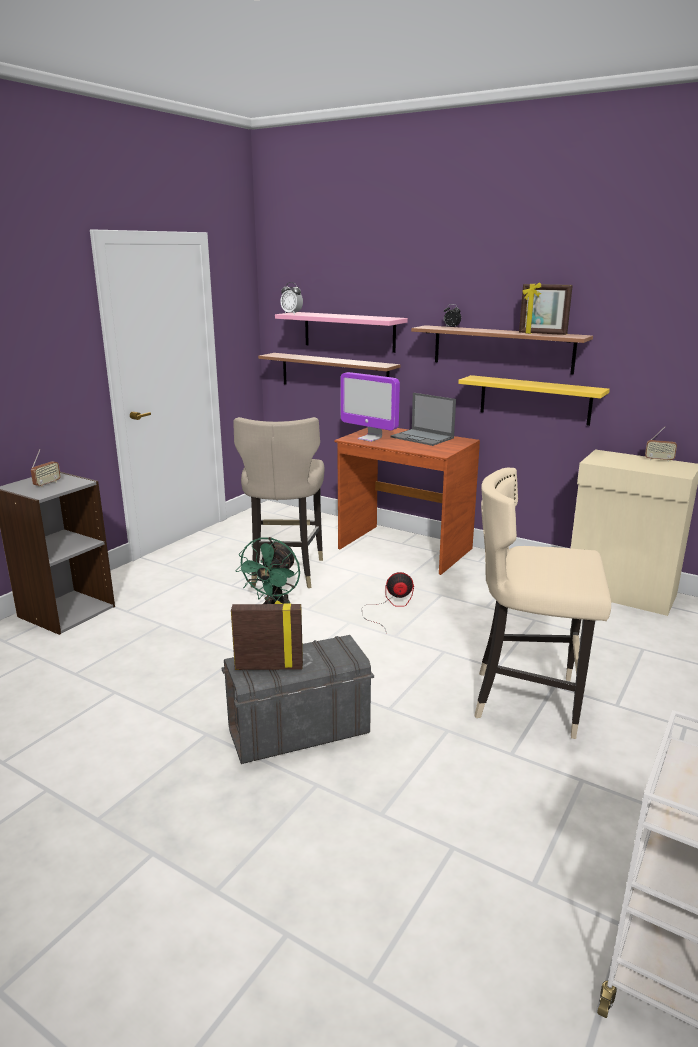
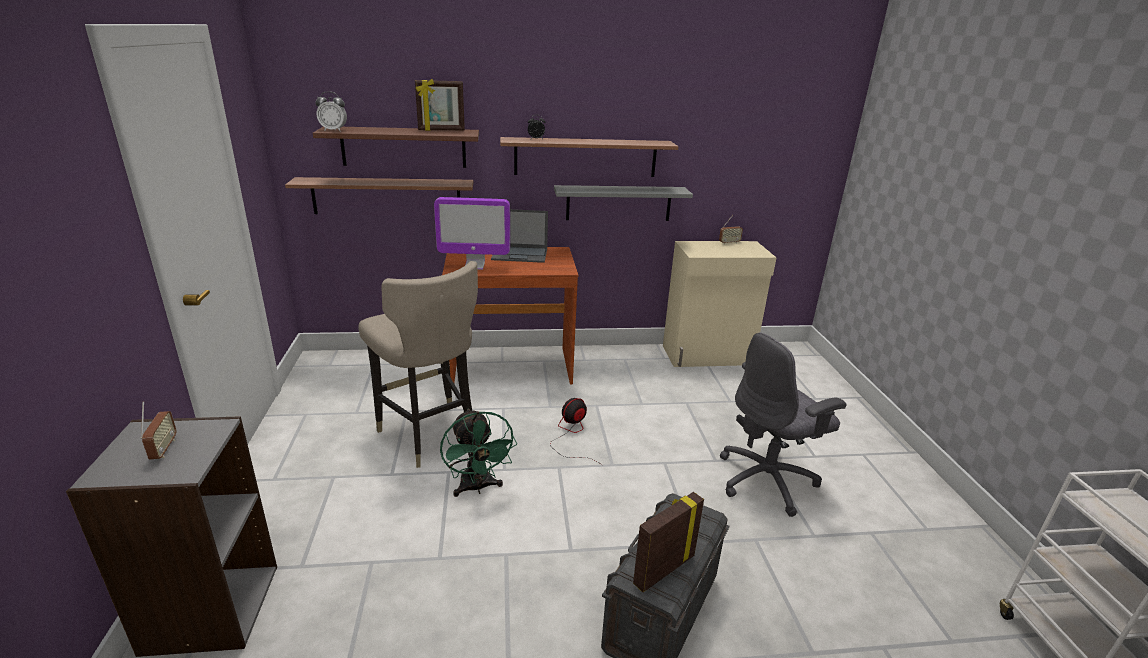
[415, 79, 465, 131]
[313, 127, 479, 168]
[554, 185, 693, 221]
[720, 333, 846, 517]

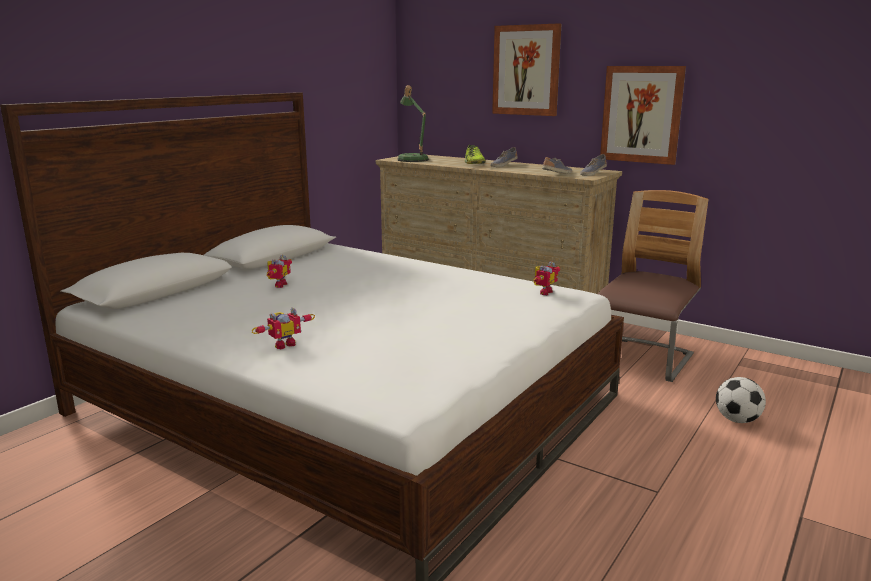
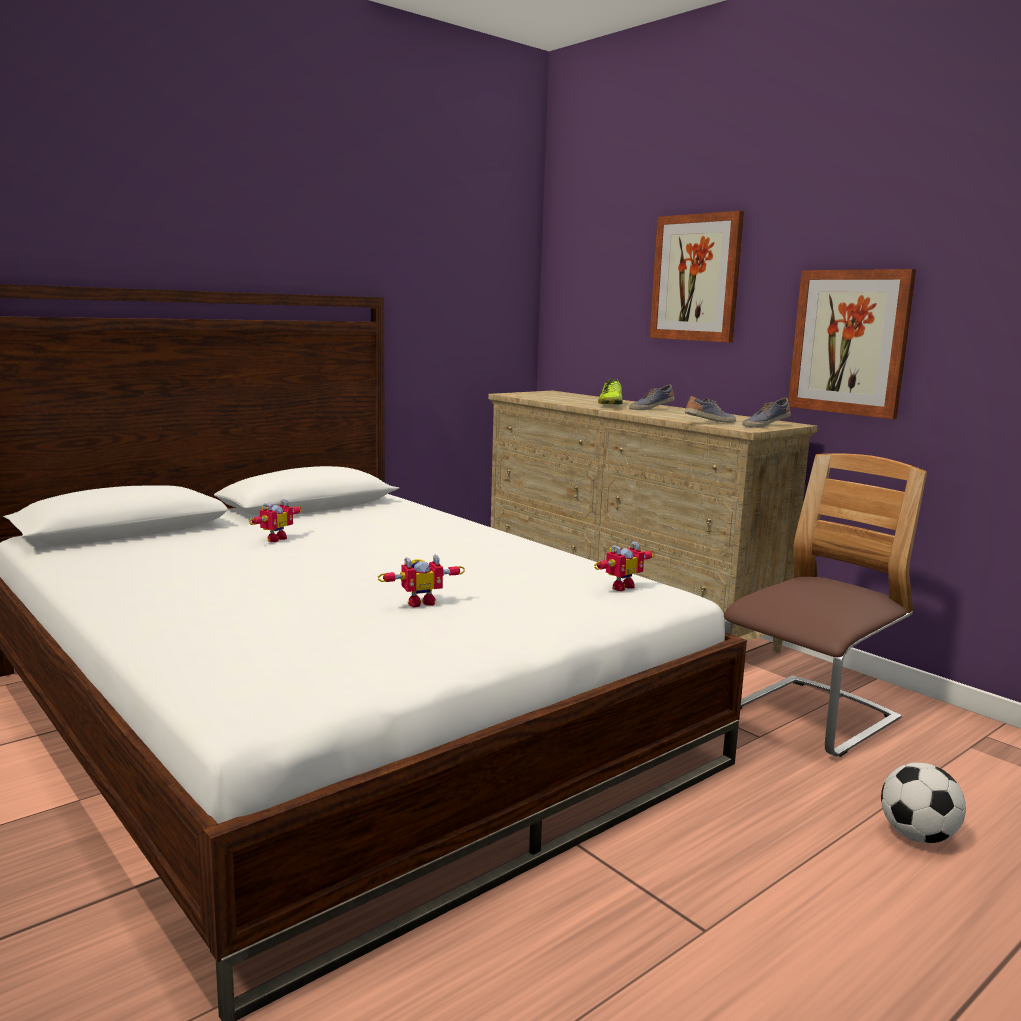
[397, 85, 429, 162] (first image)
[378, 555, 465, 607]

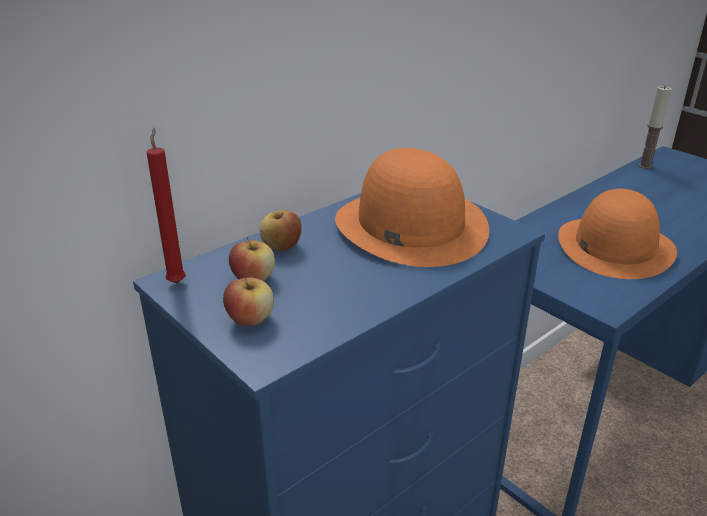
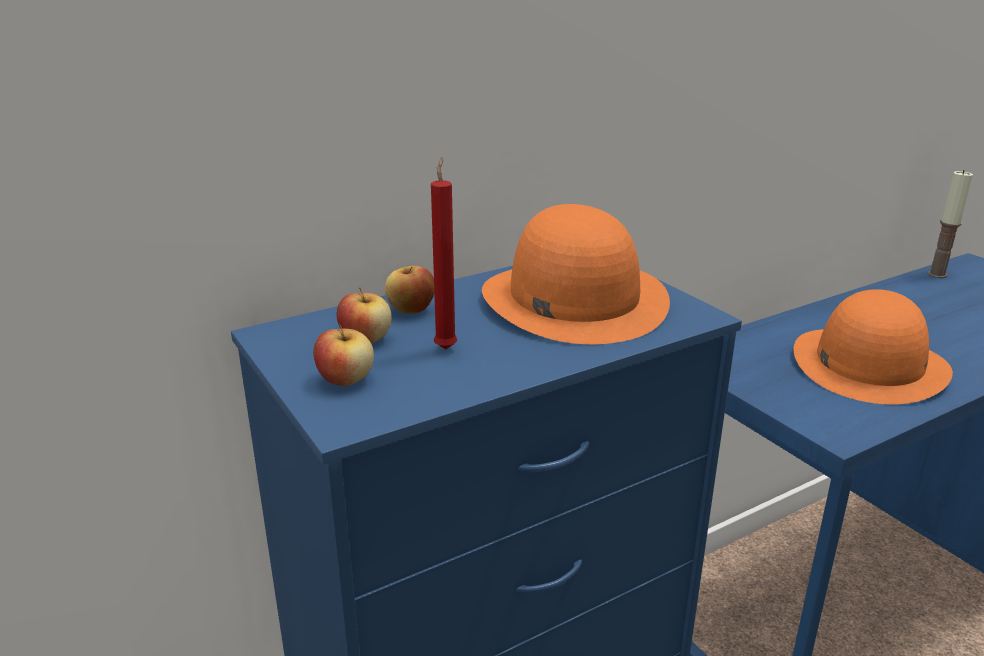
[431, 157, 457, 349]

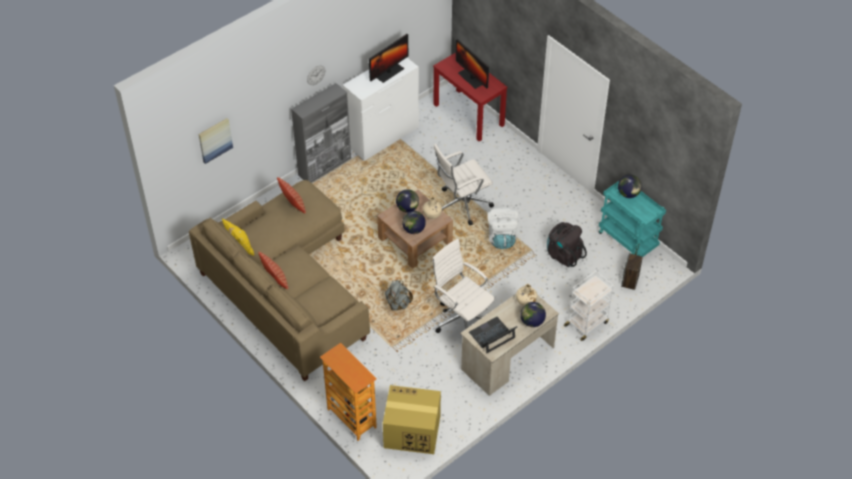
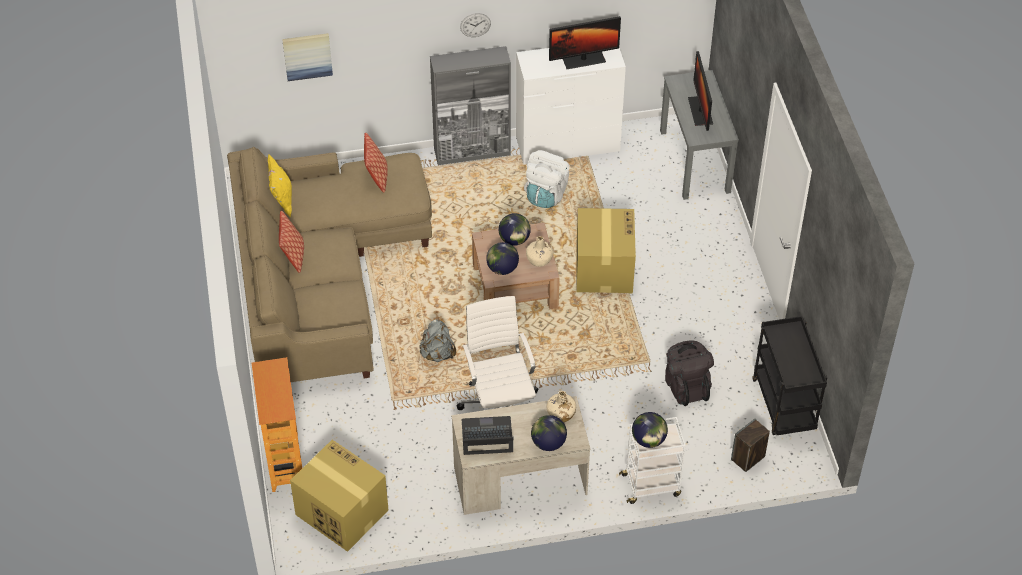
[660, 70, 739, 200]
[576, 208, 636, 294]
[632, 412, 668, 448]
[752, 316, 827, 435]
[524, 150, 570, 208]

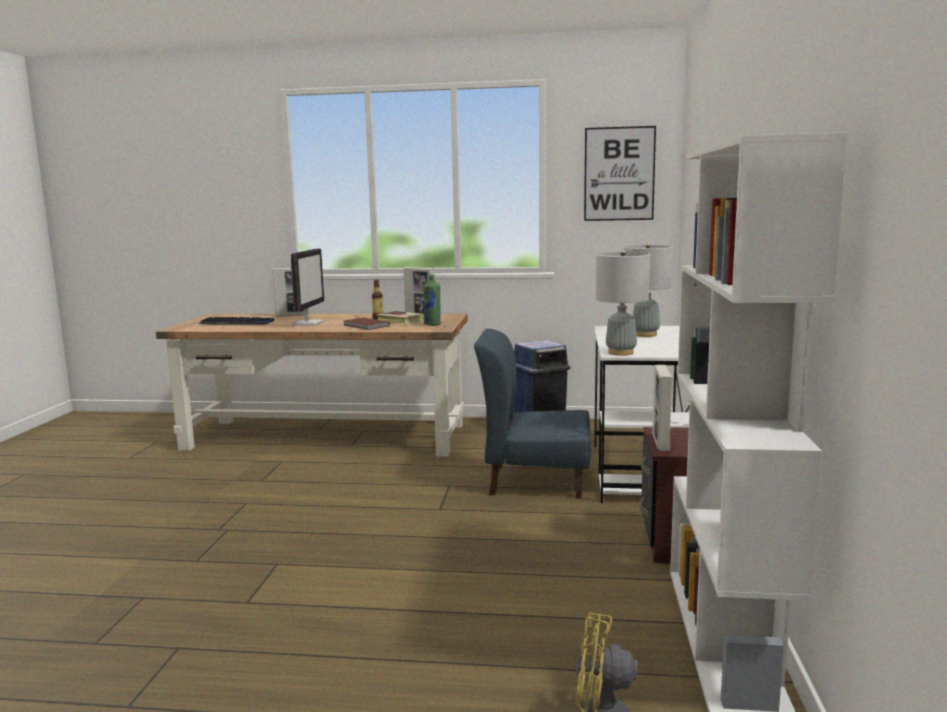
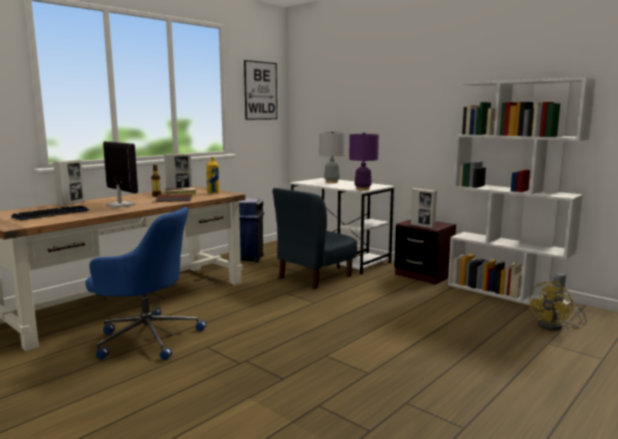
[349, 132, 379, 191]
[206, 157, 219, 194]
[86, 207, 206, 360]

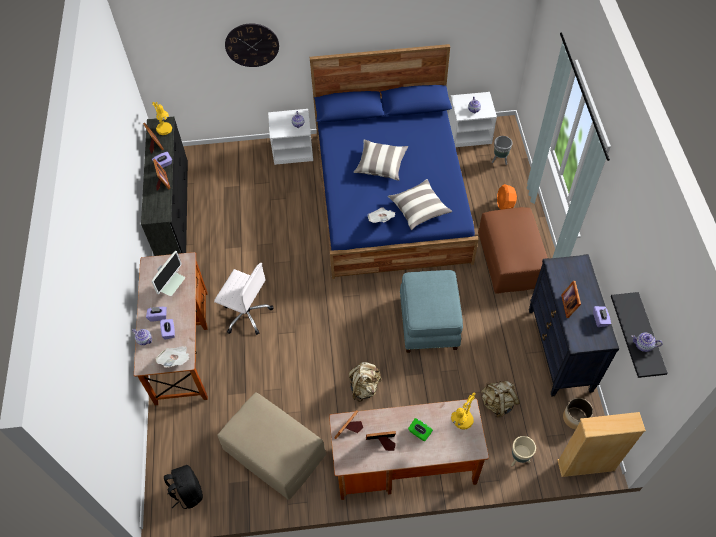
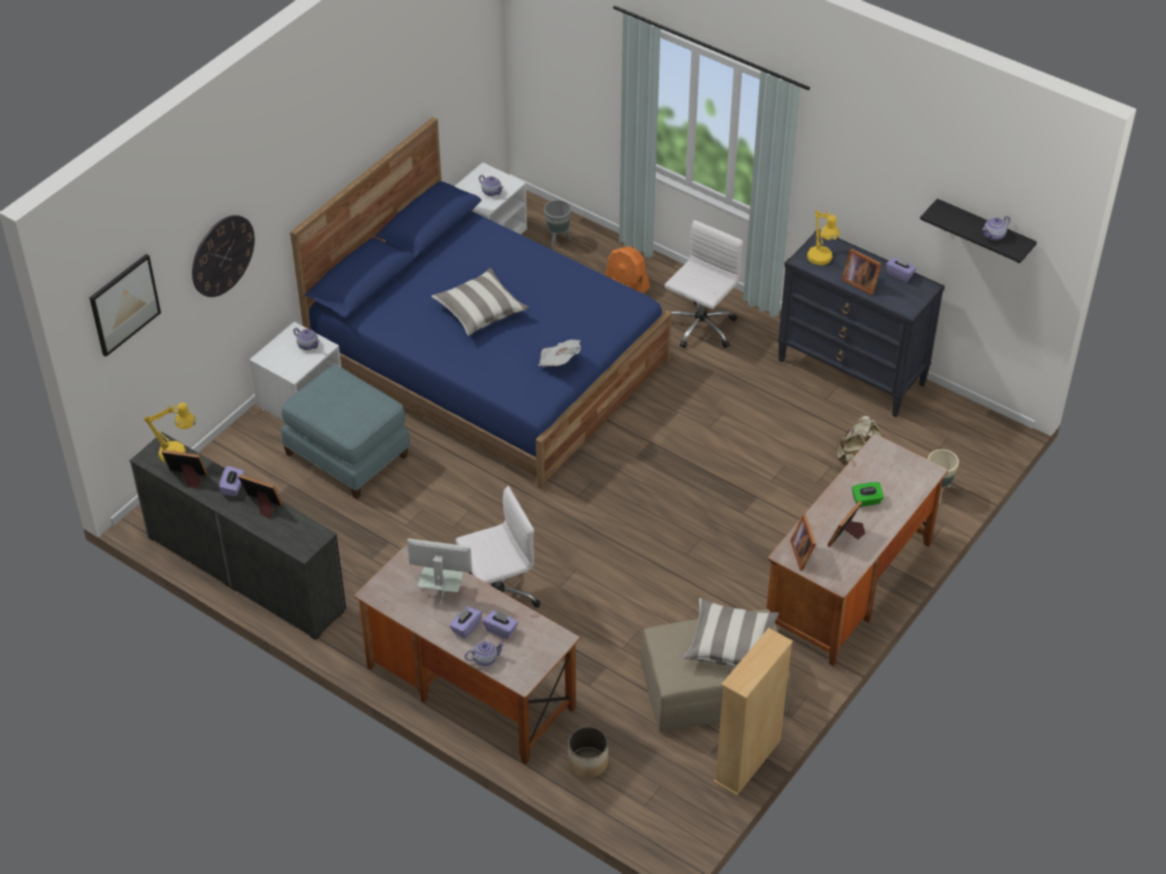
[683, 598, 779, 668]
[664, 220, 743, 348]
[407, 539, 472, 602]
[281, 365, 410, 499]
[156, 346, 190, 368] (first image)
[349, 362, 381, 402] (first image)
[807, 210, 840, 265]
[568, 726, 608, 778]
[713, 628, 793, 796]
[164, 465, 203, 509] (first image)
[89, 254, 161, 357]

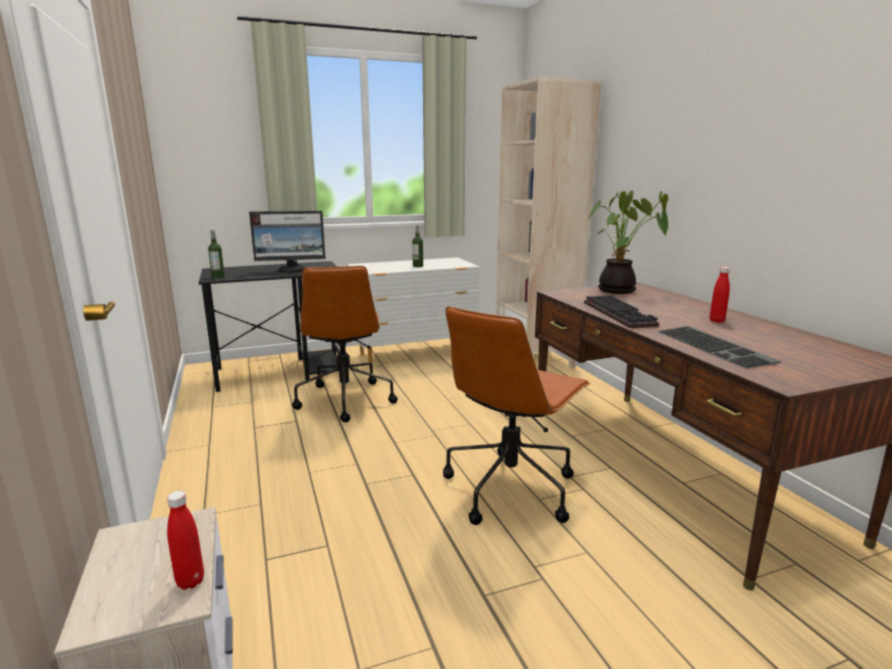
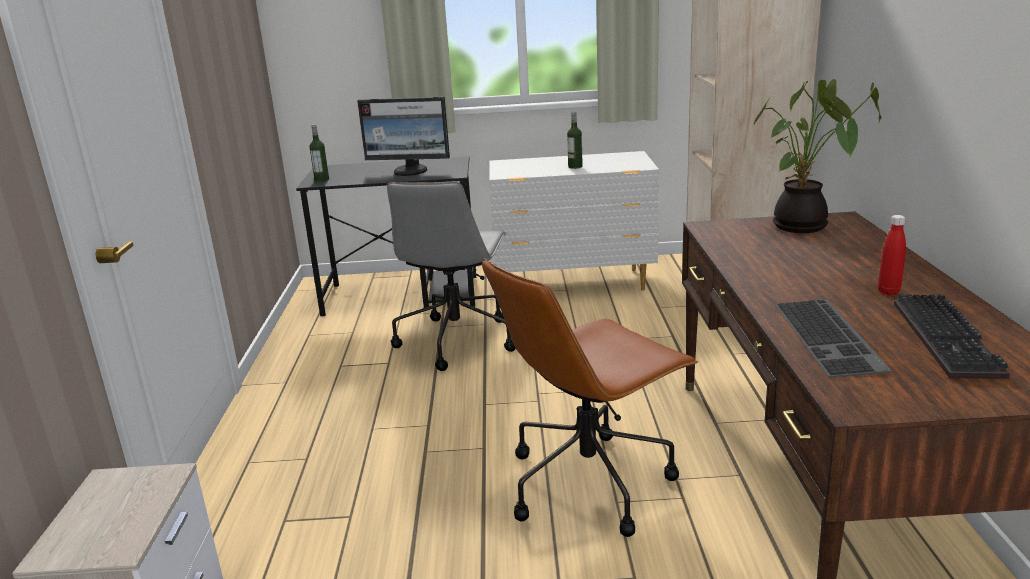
[387, 181, 516, 371]
[894, 294, 1010, 379]
[167, 491, 204, 590] (first image)

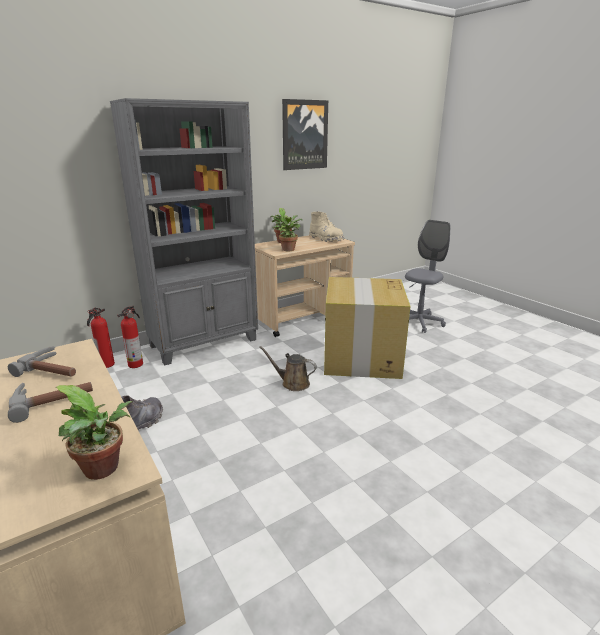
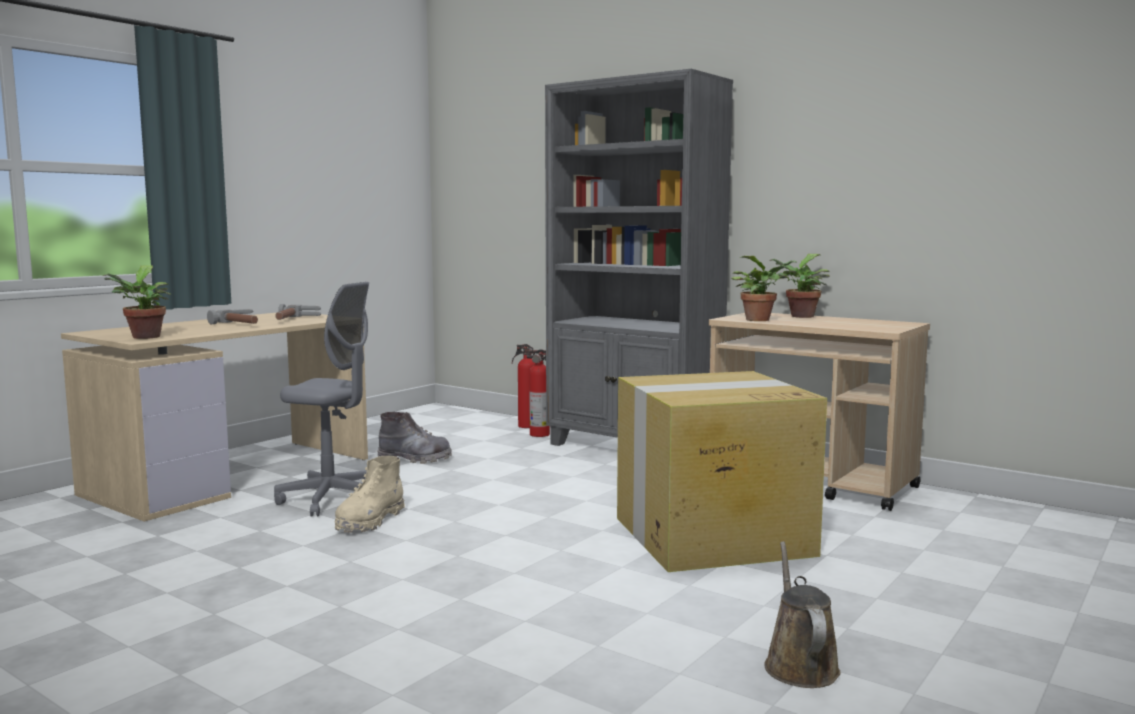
[282, 99, 328, 170] (first image)
[335, 456, 405, 533]
[274, 282, 369, 516]
[764, 541, 841, 688]

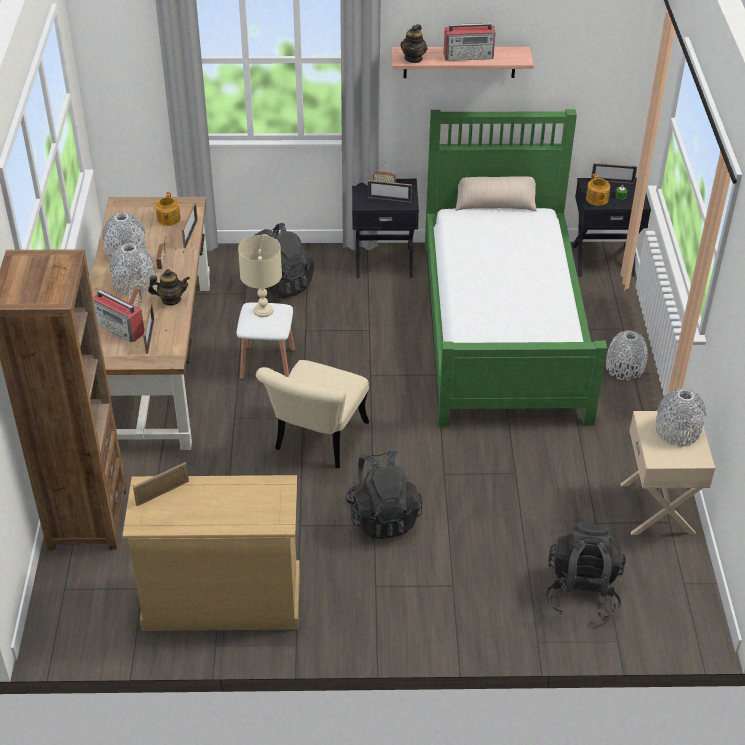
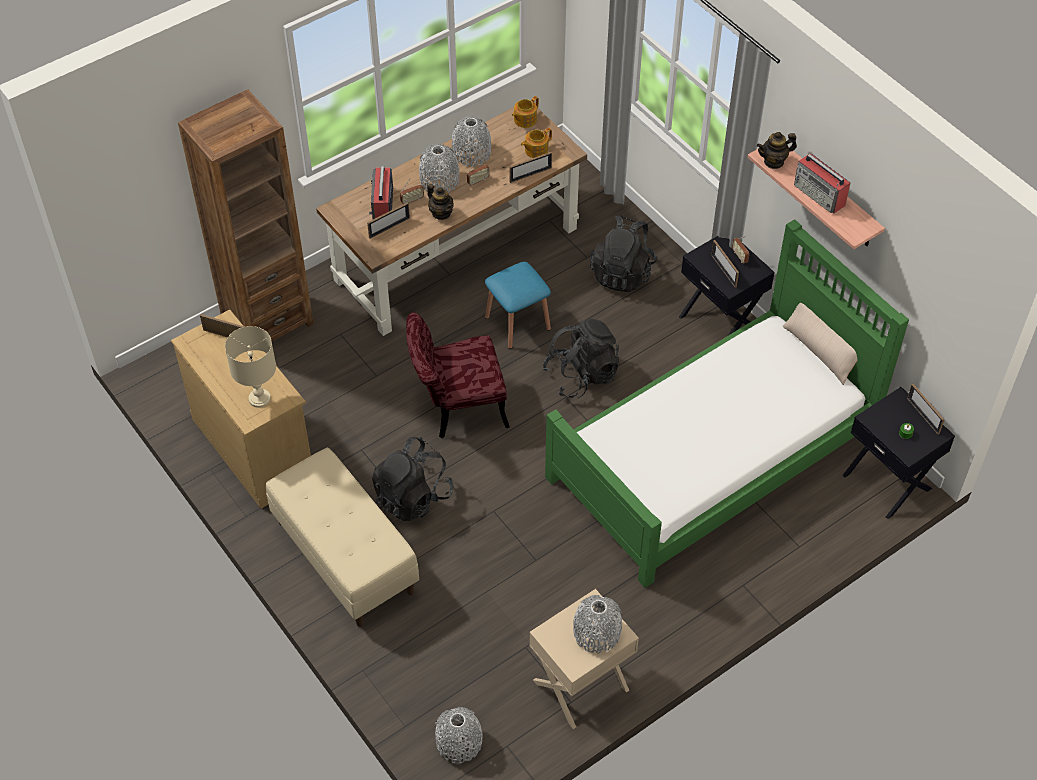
[512, 96, 539, 128]
[225, 326, 276, 408]
[485, 262, 551, 349]
[435, 707, 483, 763]
[406, 312, 510, 438]
[543, 318, 619, 398]
[266, 448, 419, 627]

